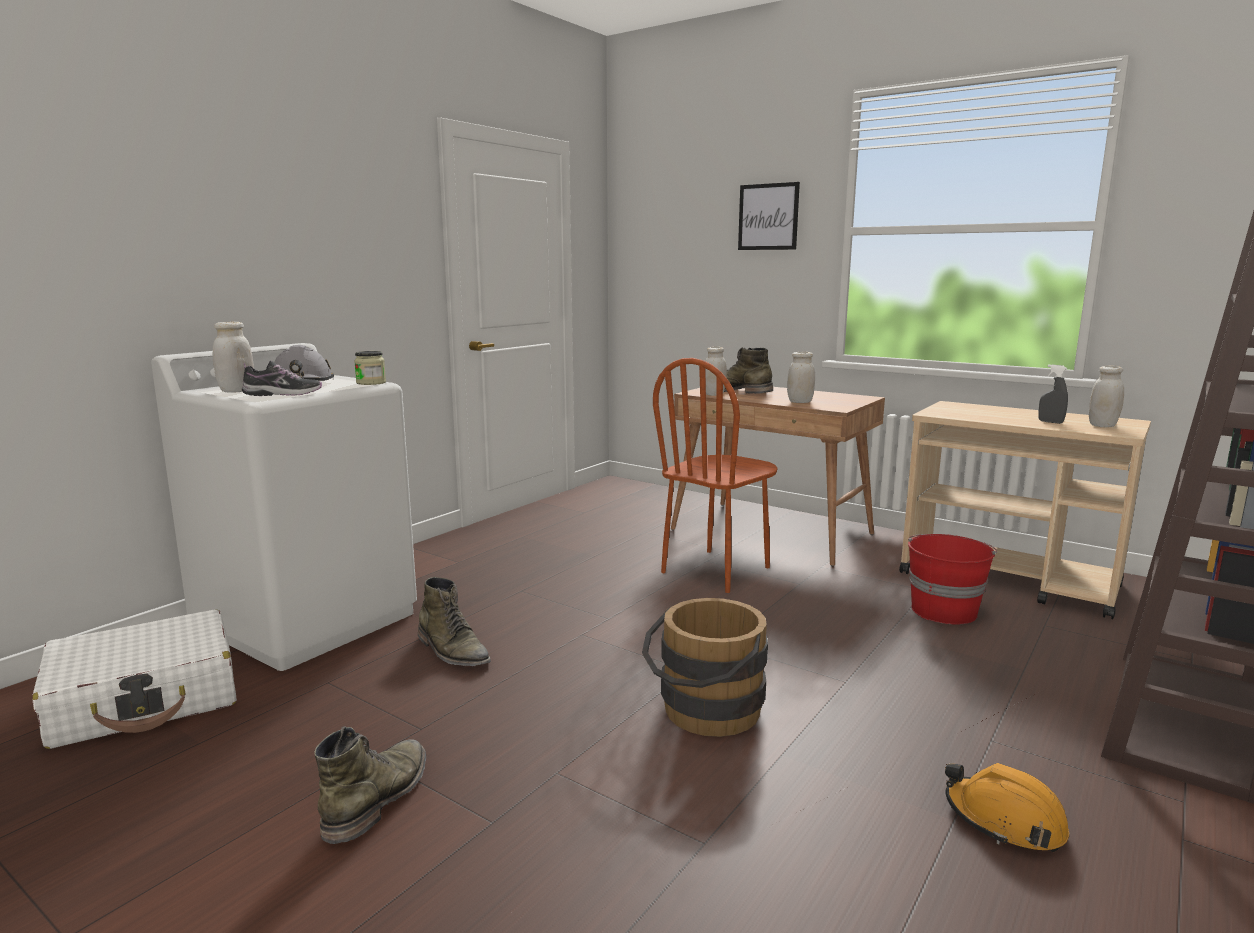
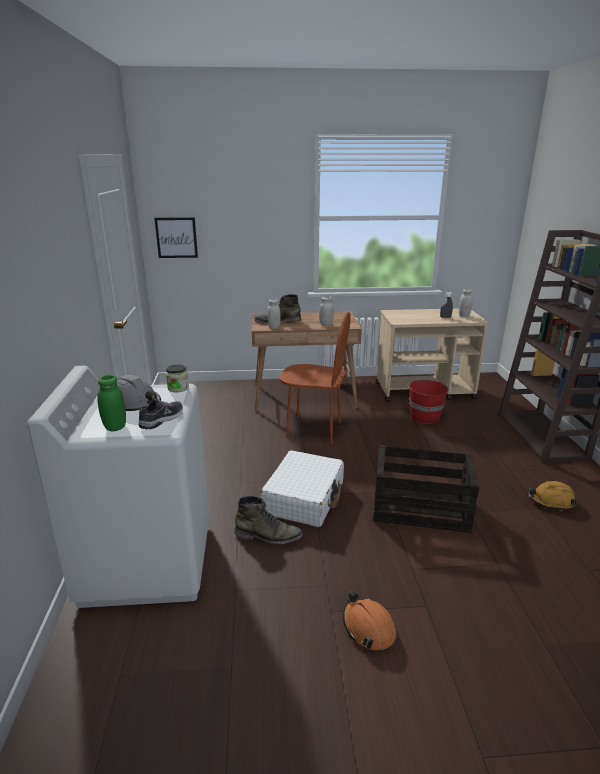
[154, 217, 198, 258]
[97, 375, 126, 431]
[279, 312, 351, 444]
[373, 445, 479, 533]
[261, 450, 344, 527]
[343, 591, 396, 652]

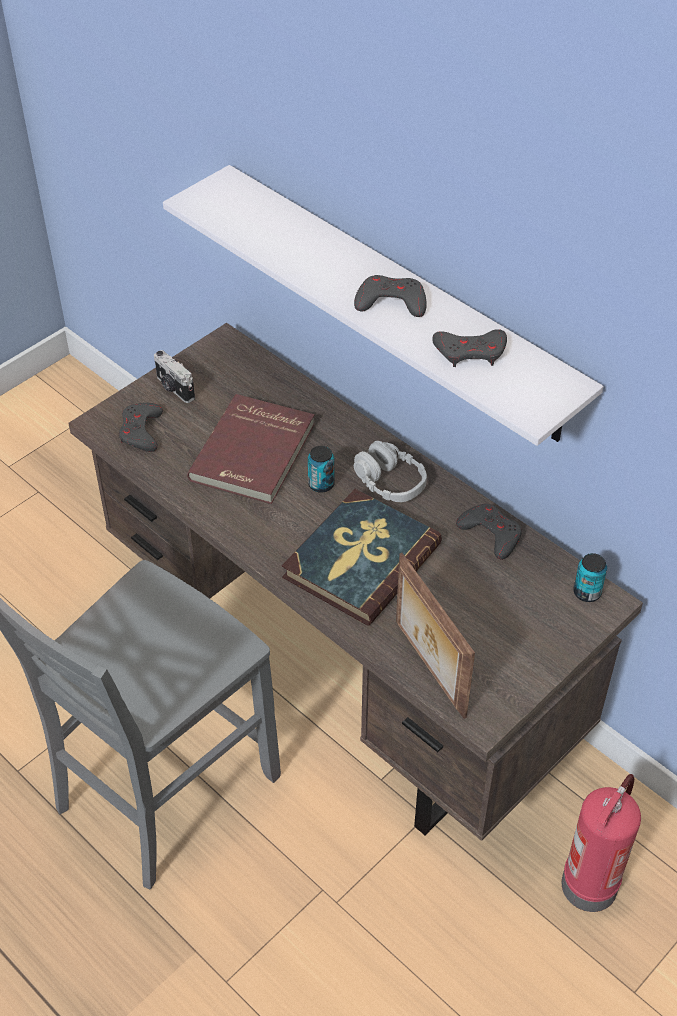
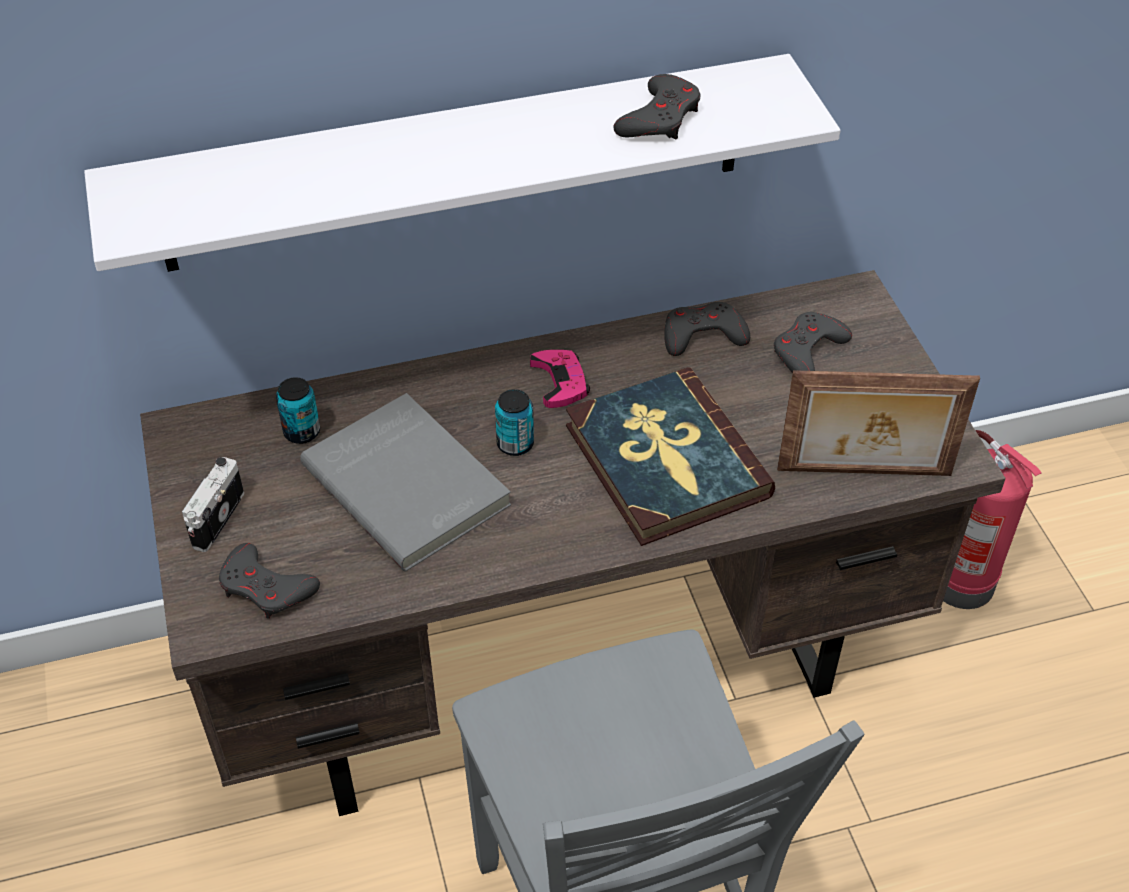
[774, 312, 852, 373]
[182, 457, 244, 552]
[300, 393, 511, 571]
[530, 350, 590, 408]
[276, 377, 320, 444]

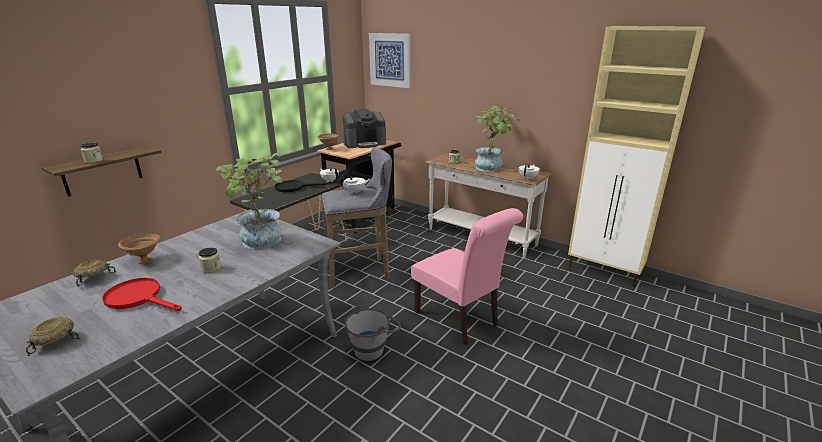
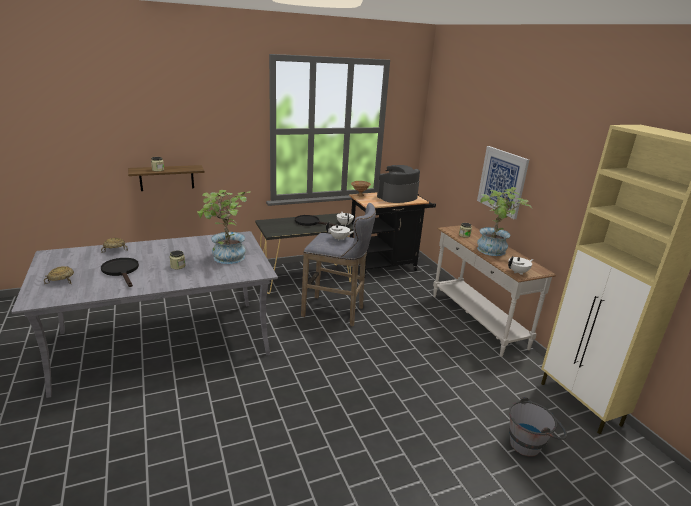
[477, 146, 529, 219]
[377, 165, 420, 203]
[411, 208, 523, 345] (first image)
[118, 233, 160, 264] (first image)
[101, 258, 139, 287]
[509, 397, 567, 457]

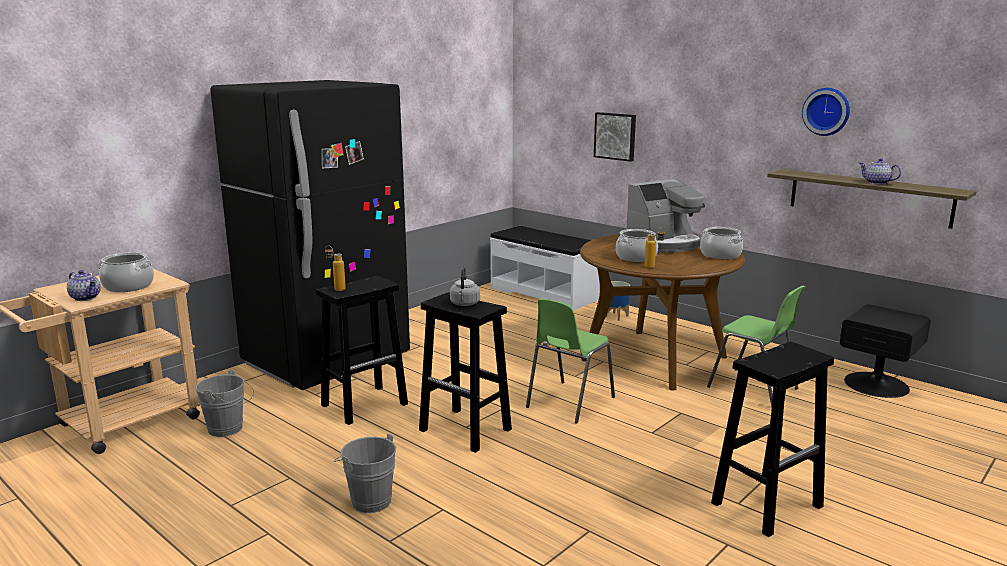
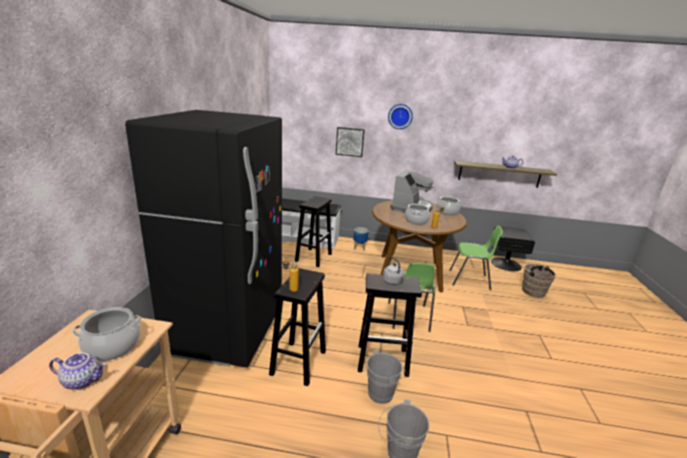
[388, 104, 413, 129]
[295, 196, 332, 267]
[367, 349, 408, 404]
[522, 262, 556, 298]

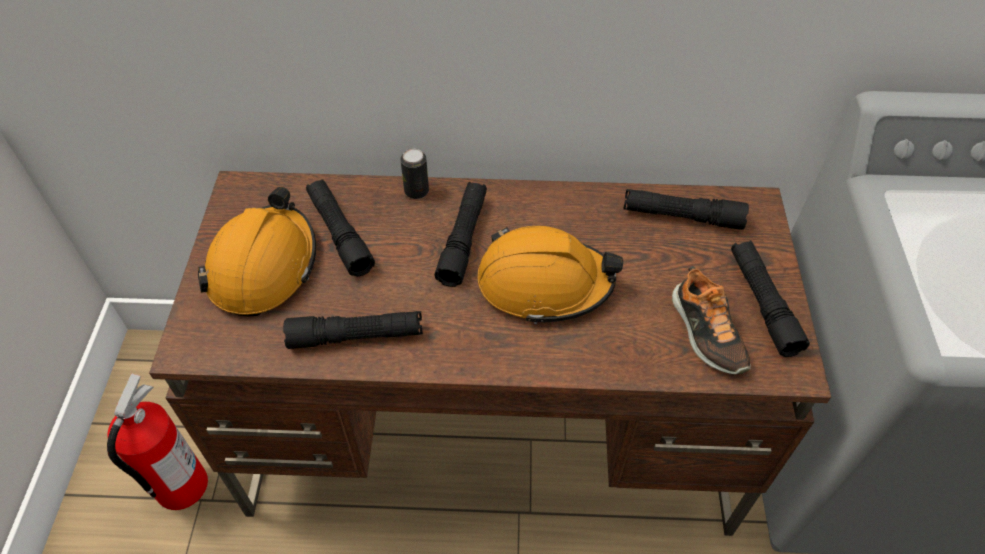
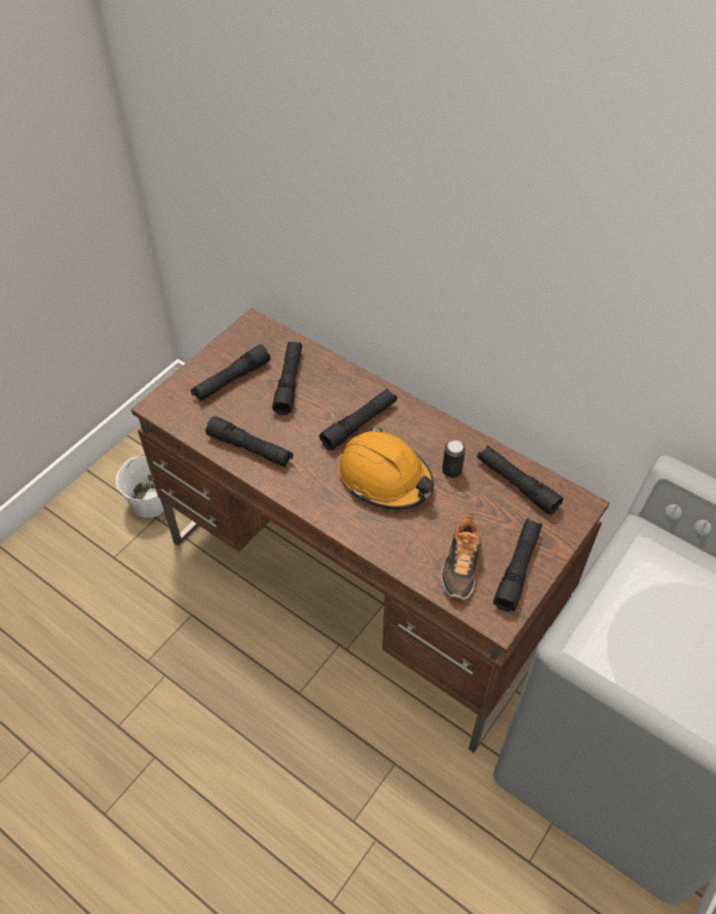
[442, 440, 465, 478]
[191, 344, 271, 402]
[116, 455, 164, 518]

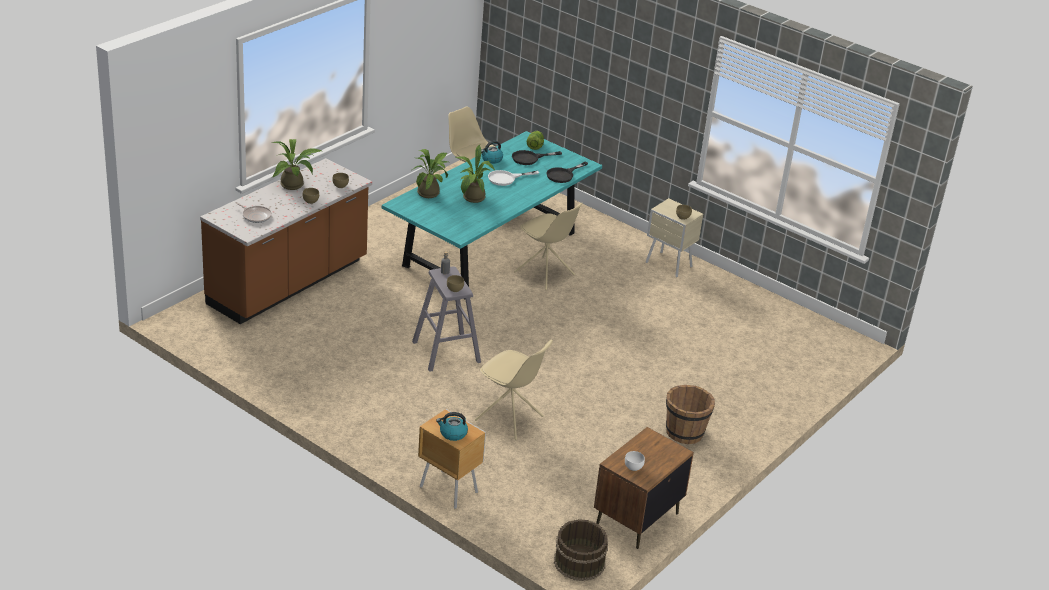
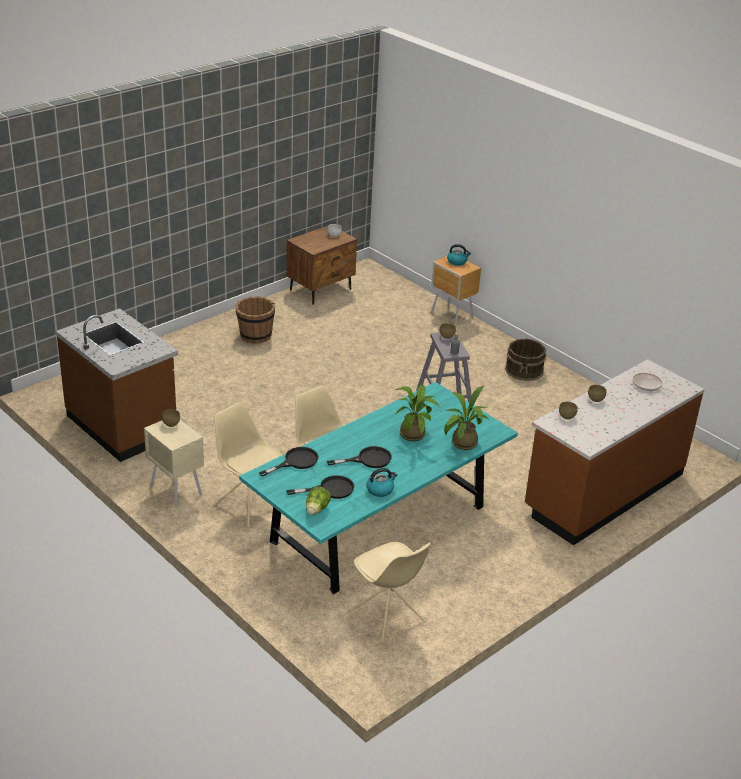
[271, 139, 321, 190] (first image)
[327, 446, 392, 468]
[214, 403, 282, 528]
[505, 339, 546, 381]
[56, 308, 178, 462]

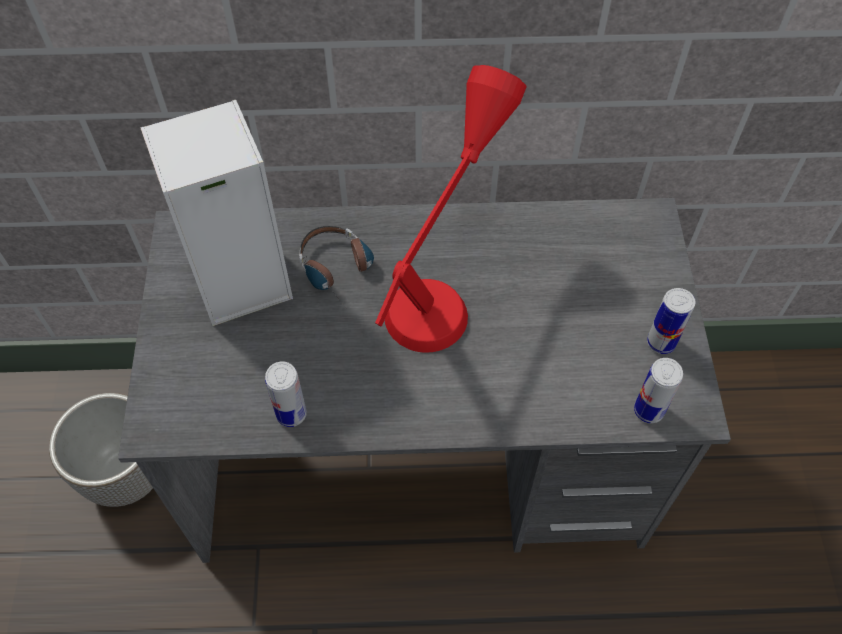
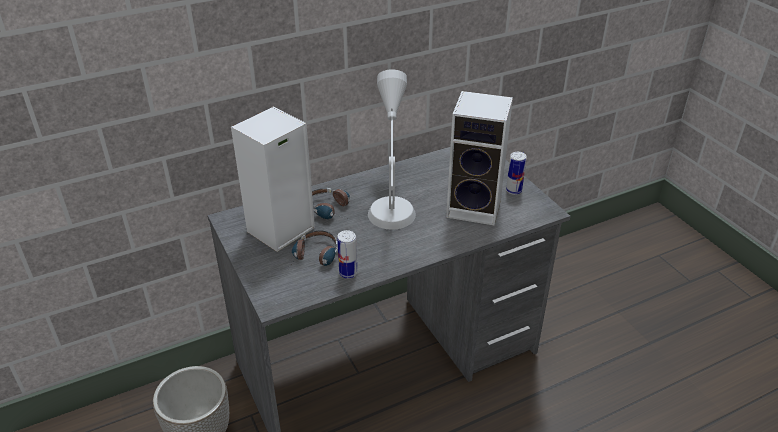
[368, 69, 416, 230]
[634, 358, 683, 423] (first image)
[446, 91, 513, 225]
[289, 231, 338, 268]

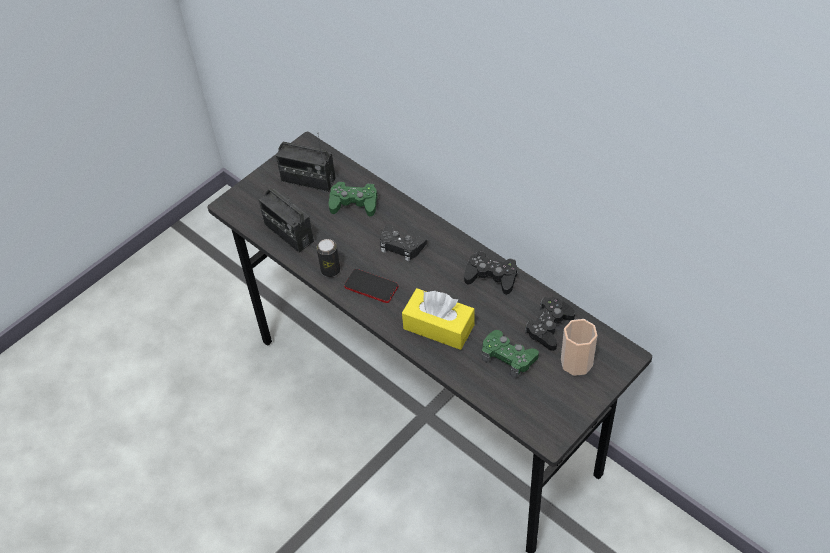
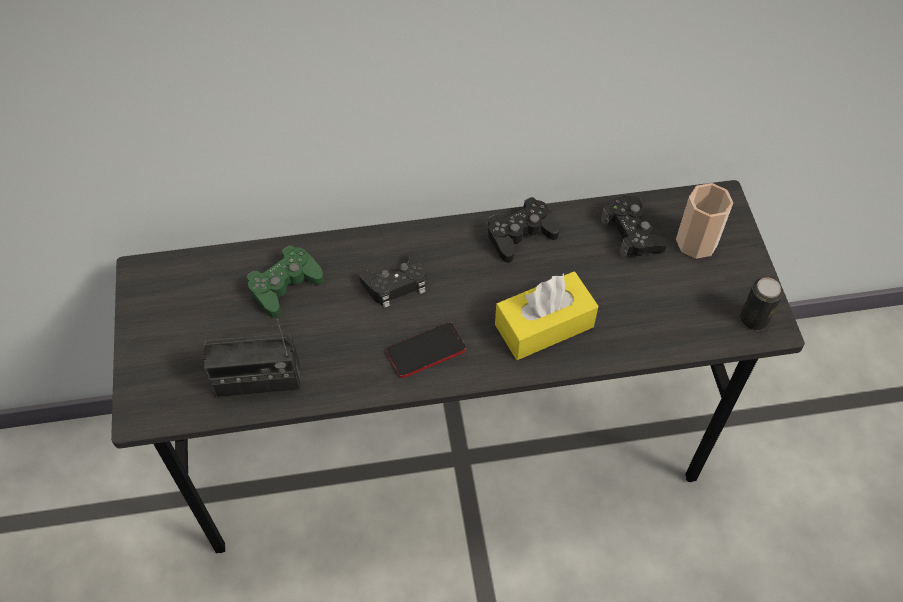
[276, 135, 336, 192] (first image)
[740, 277, 783, 330]
[482, 330, 539, 378] (first image)

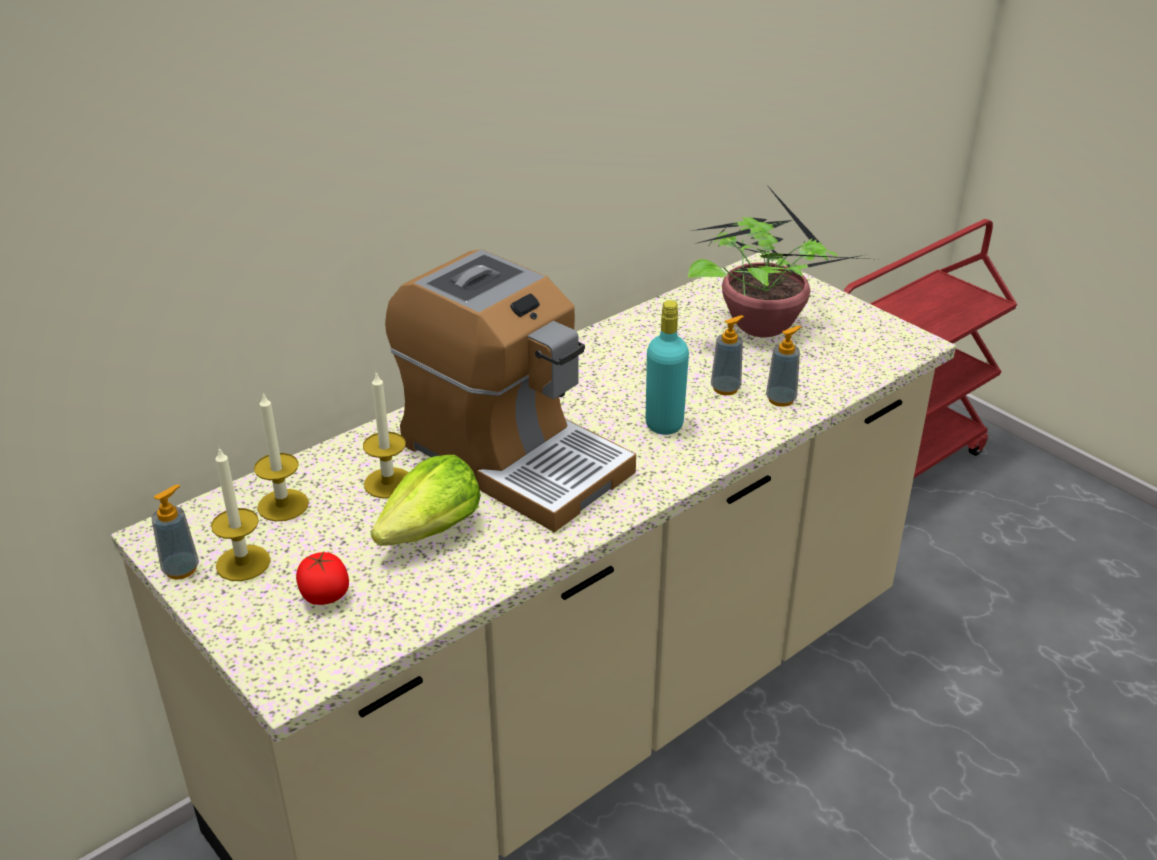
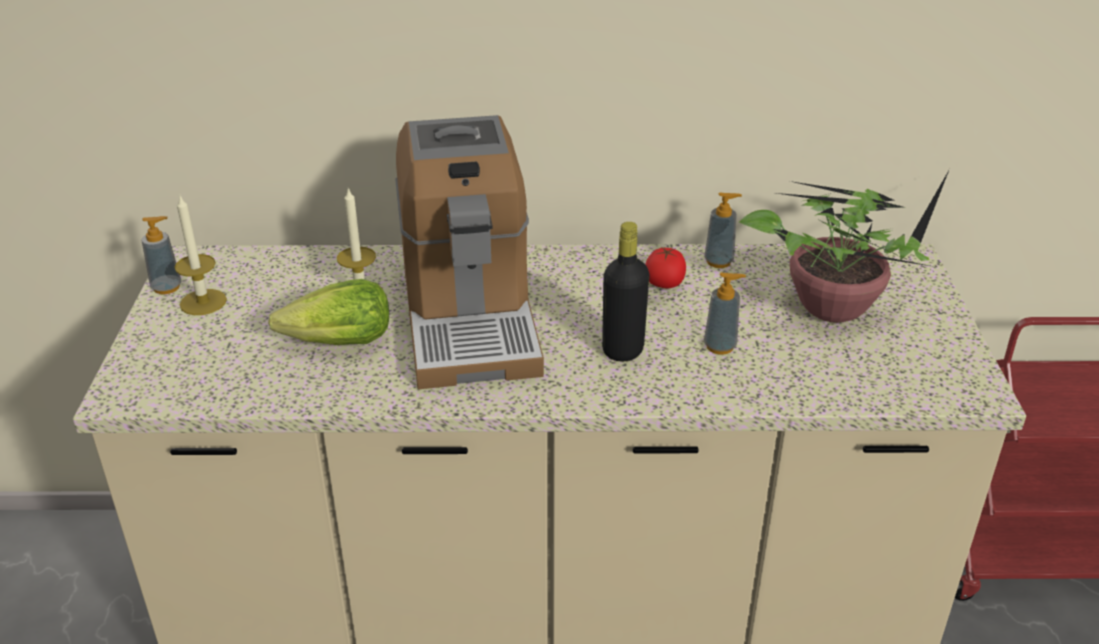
[602, 222, 650, 361]
[704, 192, 742, 268]
[254, 392, 309, 521] (first image)
[645, 247, 686, 288]

